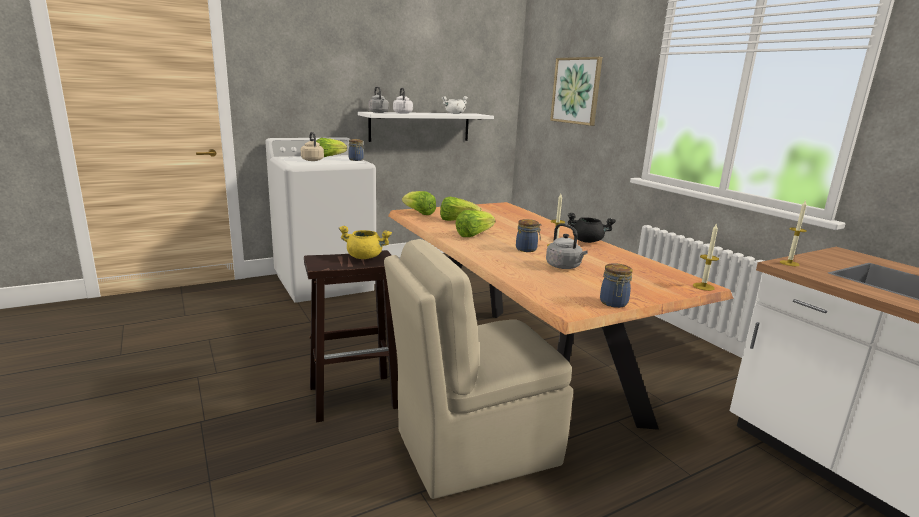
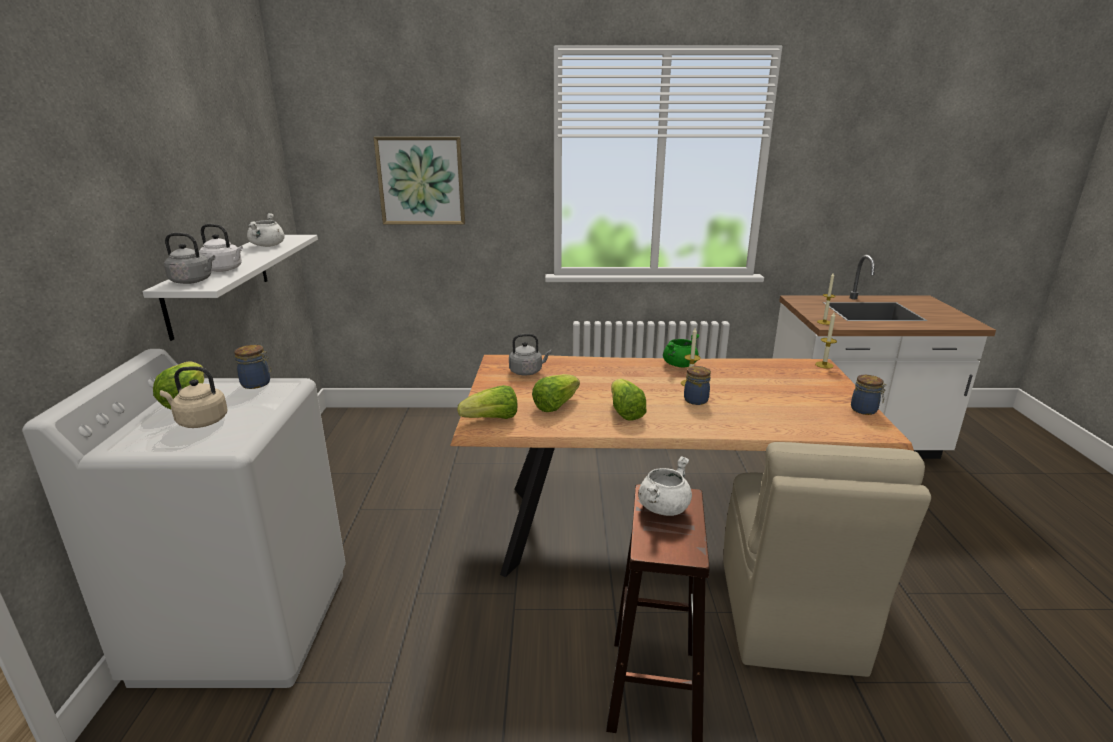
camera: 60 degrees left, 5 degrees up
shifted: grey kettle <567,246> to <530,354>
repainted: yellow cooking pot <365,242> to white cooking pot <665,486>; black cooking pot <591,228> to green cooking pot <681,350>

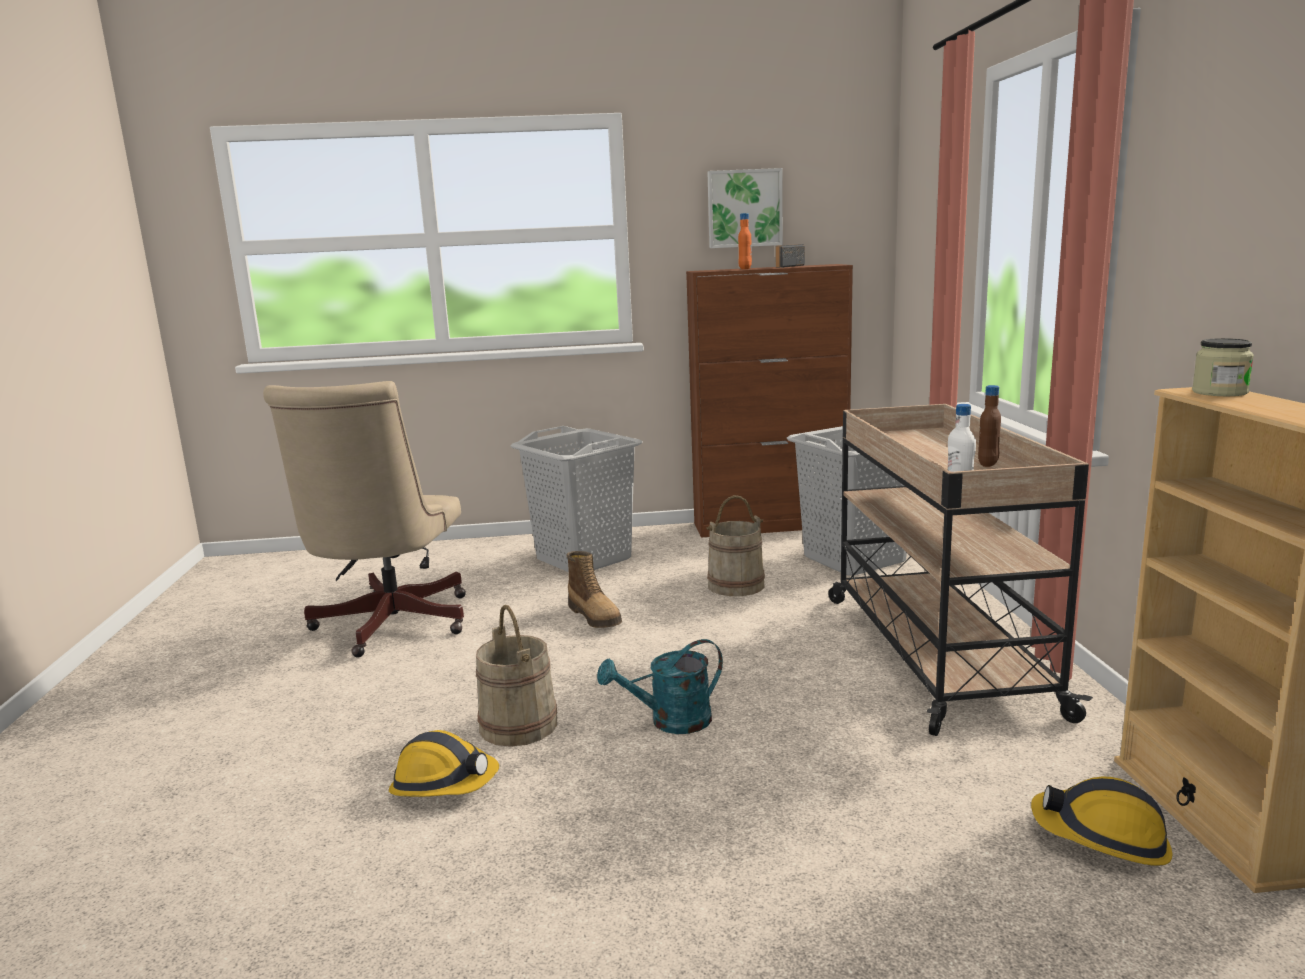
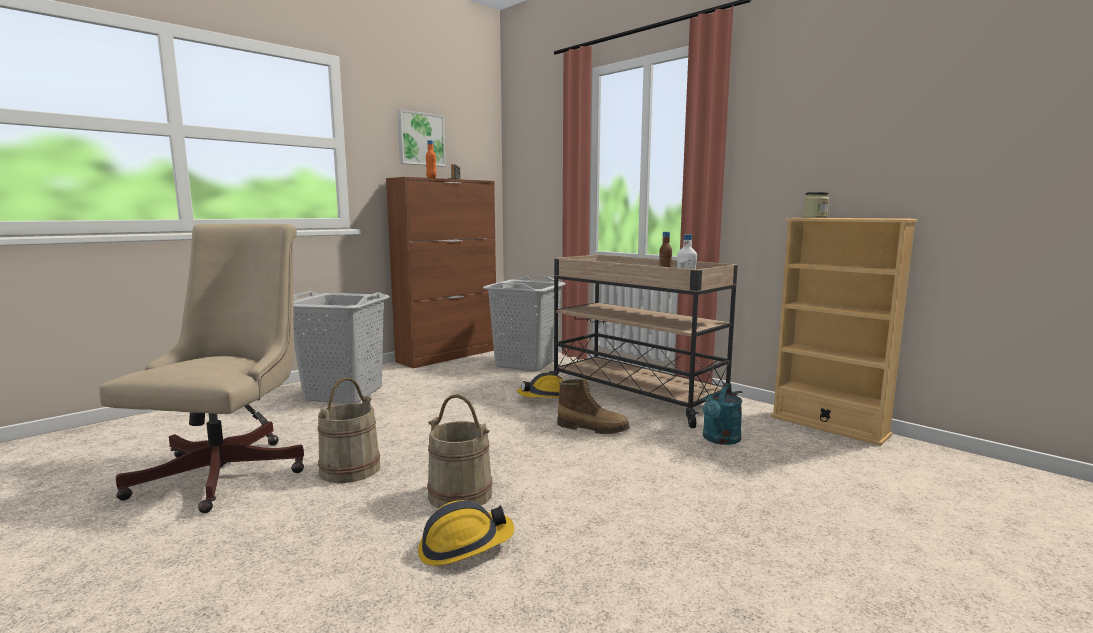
camera: 40 degrees left, 5 degrees down
shifted: boot <594,589> to <593,406>; turquoise watering can <660,686> to <723,414>; beige bucket <735,545> to <349,430>; hard hat <1102,821> to <540,385>
rotated: beige office chair <364,519> = <201,368> 135 degrees counterclockwise

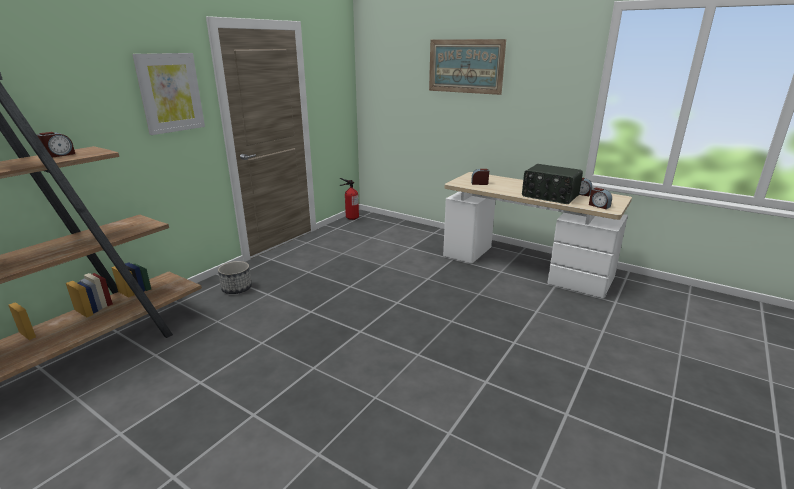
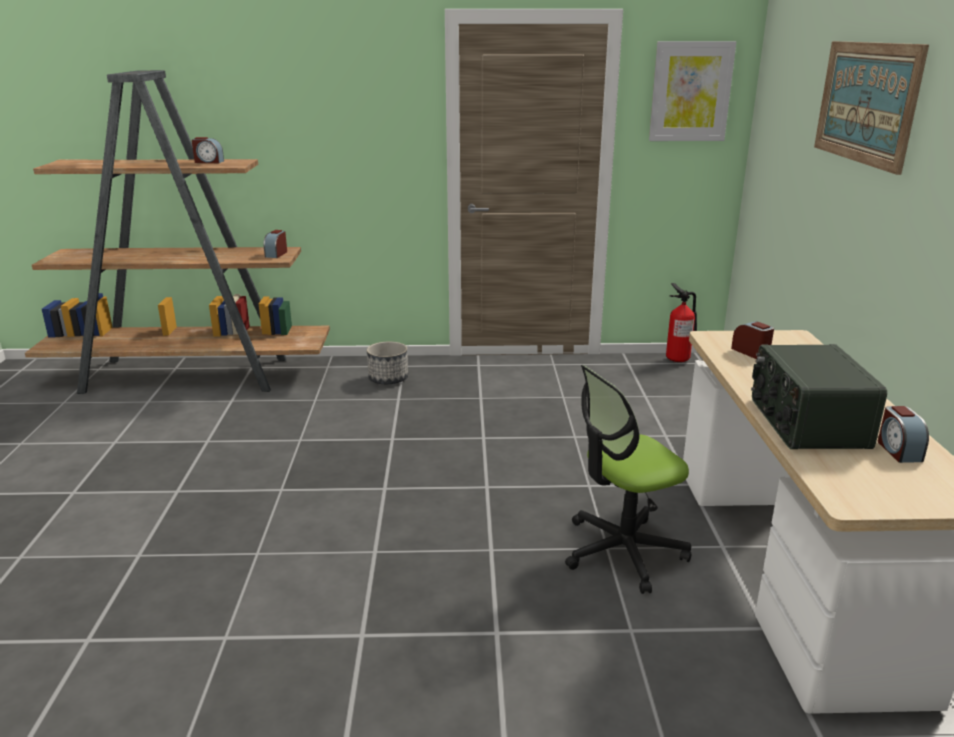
camera: 55 degrees right, 0 degrees up
new: office chair <628,479>
shifted: picture <168,94> to <692,91>; alarm clock <600,198> to <275,244>

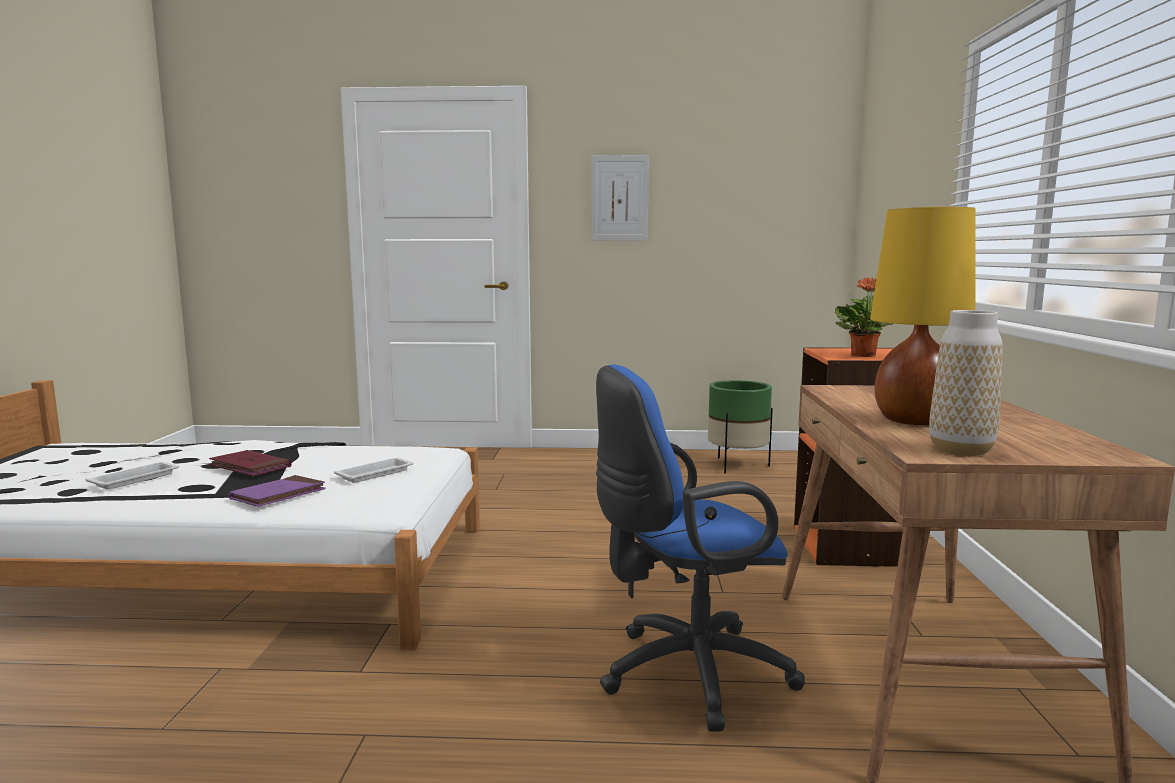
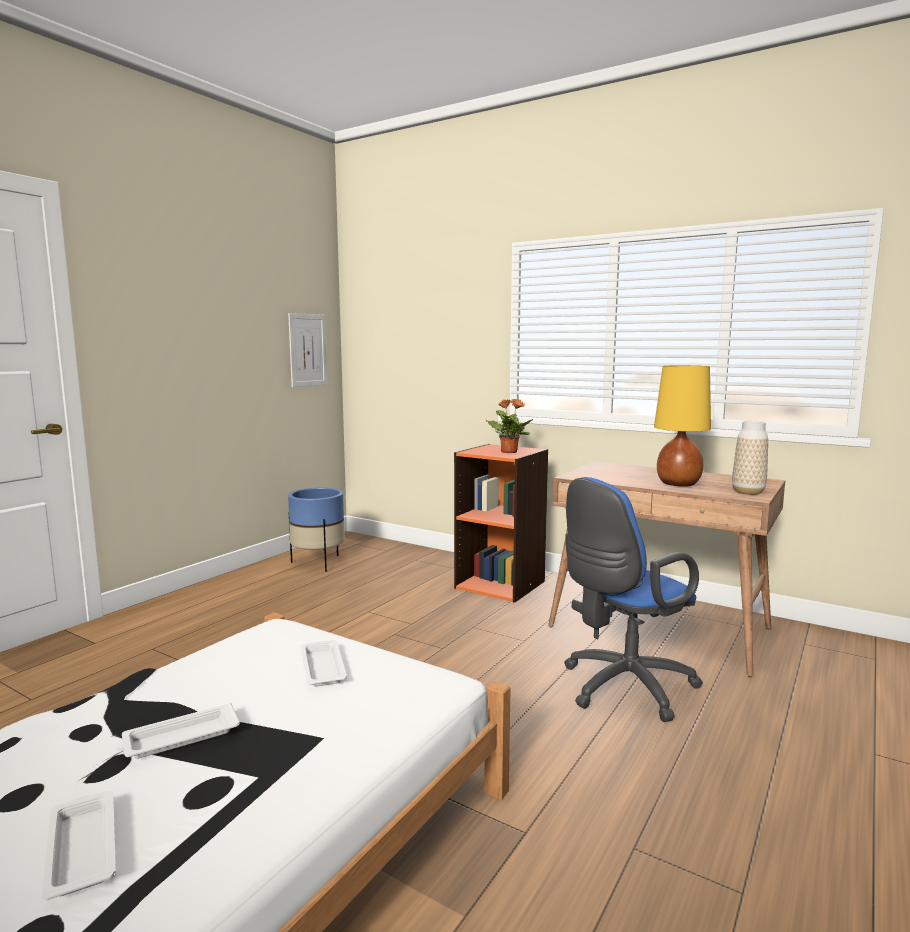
camera: 60 degrees left, 0 degrees up
gone: purple book <277,491>
shifted: picture <620,198> to <307,350>
swapped: red book <250,463> to white tray <178,730>
repainted: green planter <740,426> to blue planter <316,530>
rotated: blue office chair <700,548> = <633,599> 45 degrees clockwise

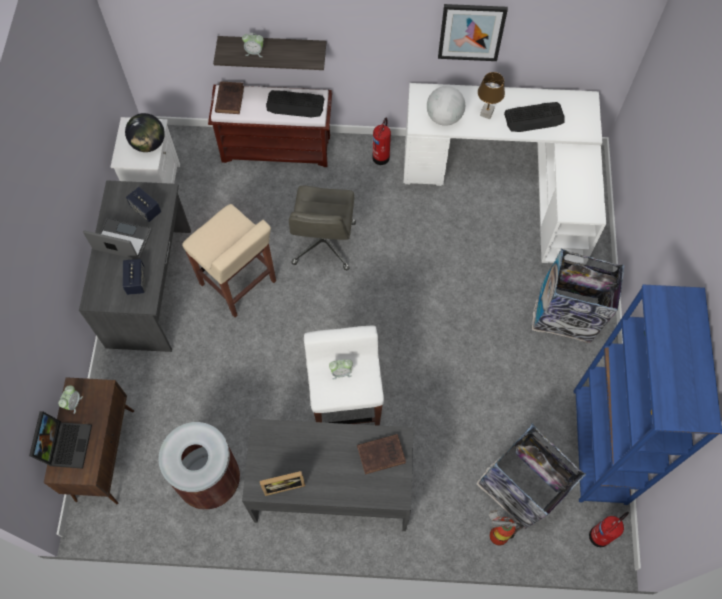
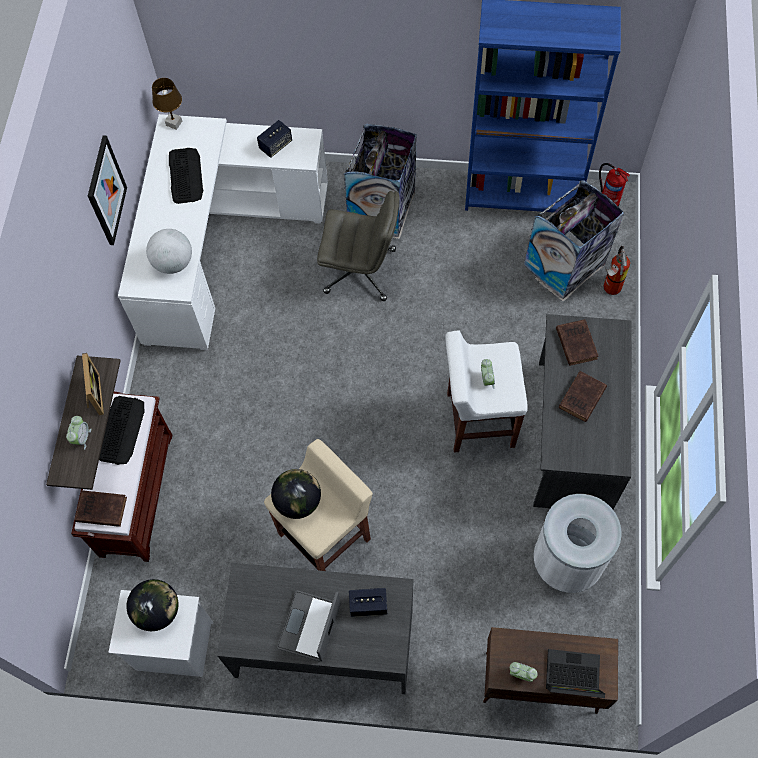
camera: 85 degrees left, 0 degrees up
gone: fire extinguisher <381,141>
new: globe <296,494>; brown book <582,396>
shifted: speaker <143,204> to <274,139>; picture frame <282,483> to <93,384>; grey office chair <322,228> to <358,246>; brown table lamp <491,95> to <167,104>
repainted: brown trash can <199,466> to white trash can <578,543>

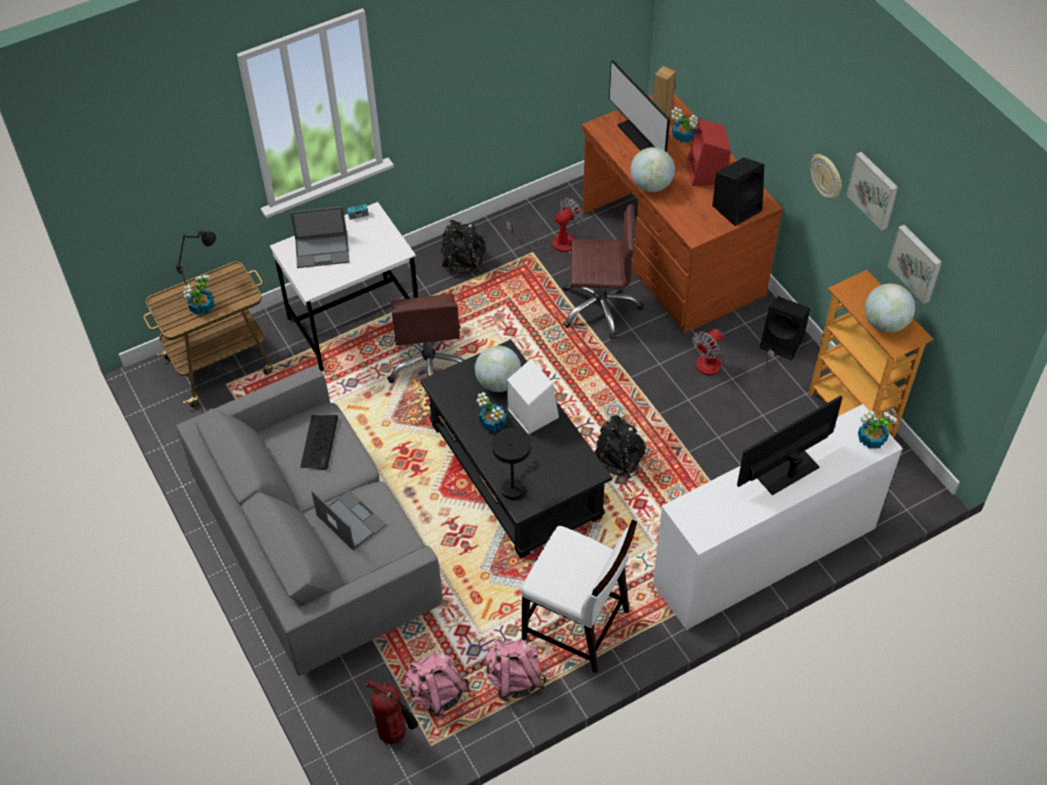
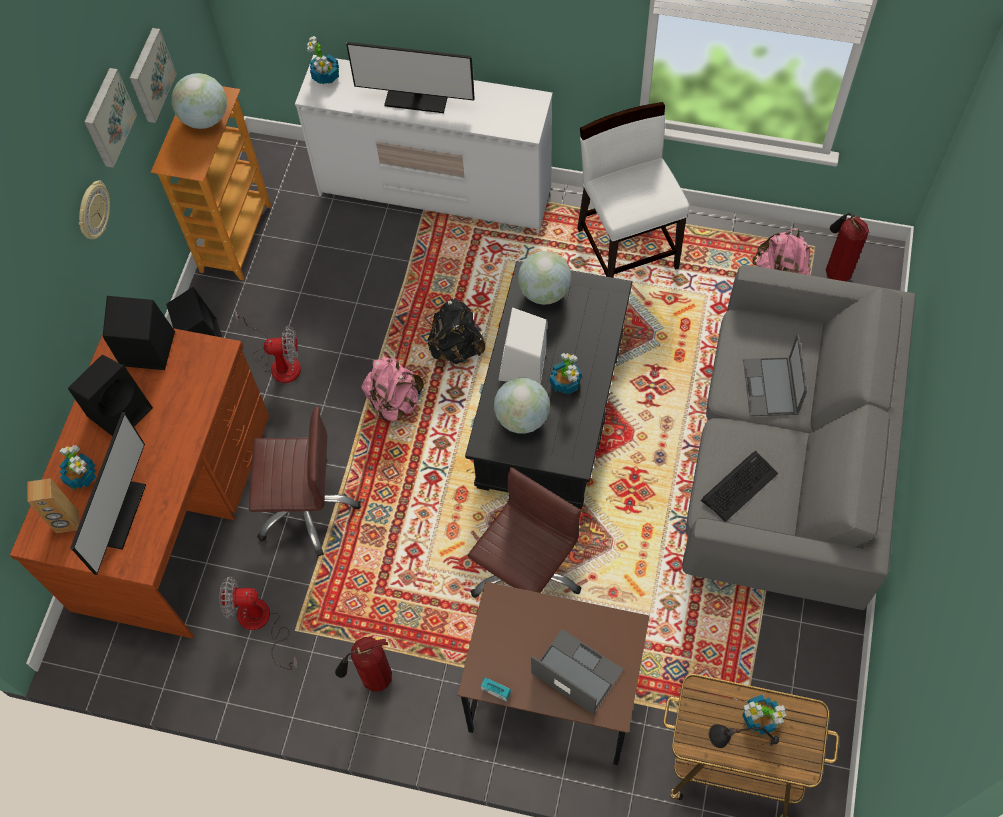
camera: 135 degrees left, 10 degrees up
gone: black table lamp <515,464>
shifted: pink backpack <515,668> to <392,389>; globe <652,169> to <544,278>
swapped: black backpack <463,246> to fire extinguisher <363,664>
repainted: white desk <344,286> to brown desk <553,673>; red speaker <709,152> to black speaker <110,395>
rotated: brown office chair <603,272> = <305,481> 135 degrees clockwise

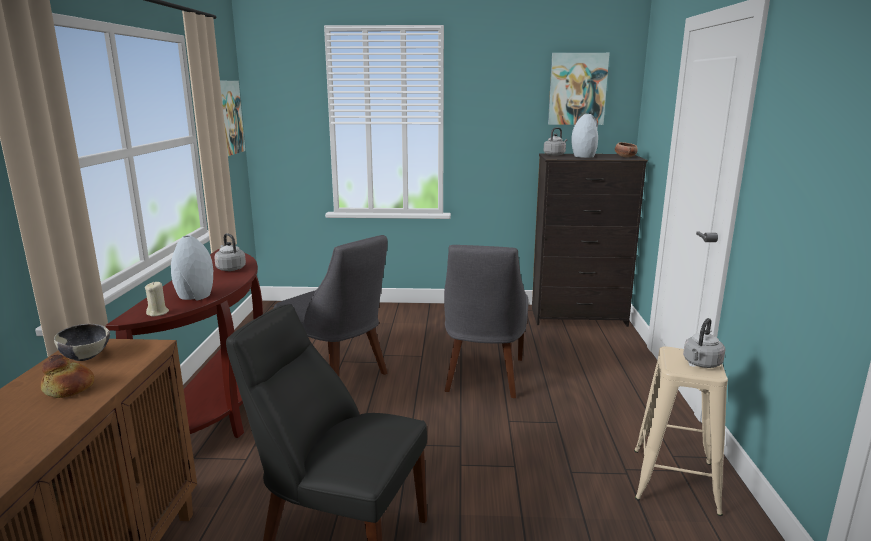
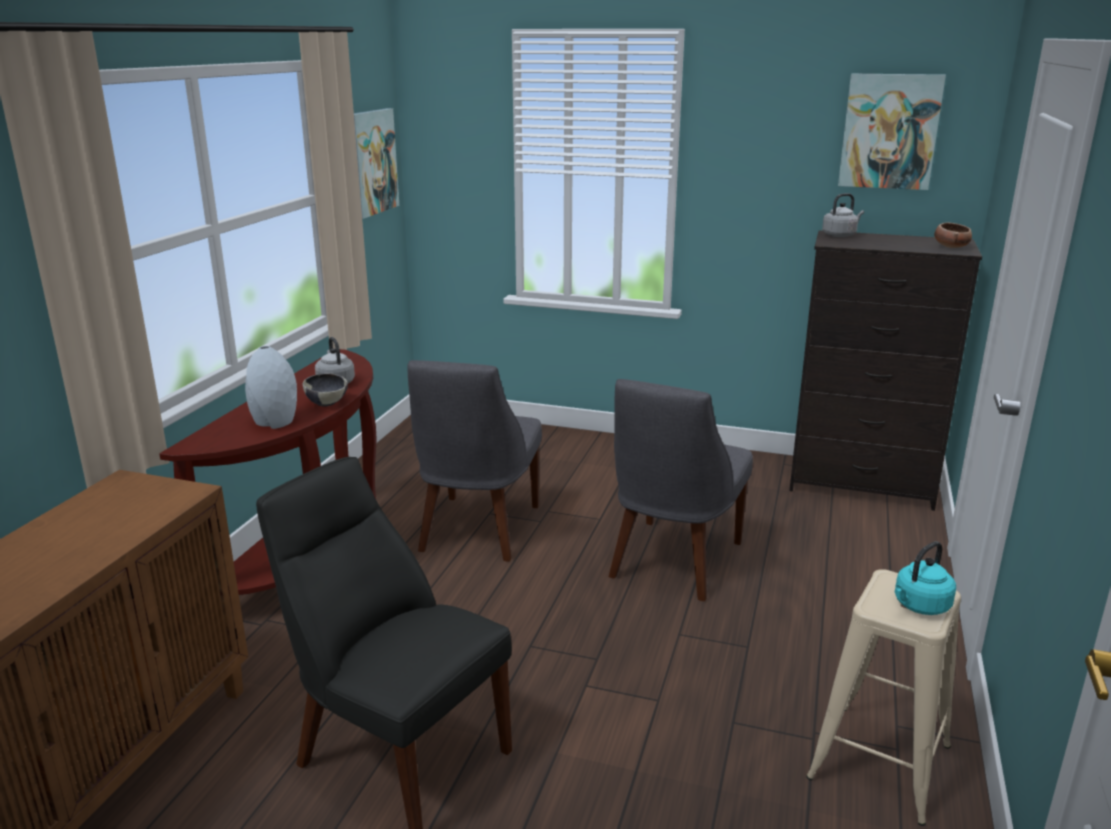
camera: 15 degrees right, 5 degrees up
gone: bread <67,376>; beige candle <157,299>; grey vase <585,136>
shifted: bowl <82,342> to <325,390>
repainted: grey kettle <704,343> to turquoise kettle <925,578>
rotated: grey chair <331,305> = <474,461> 45 degrees clockwise

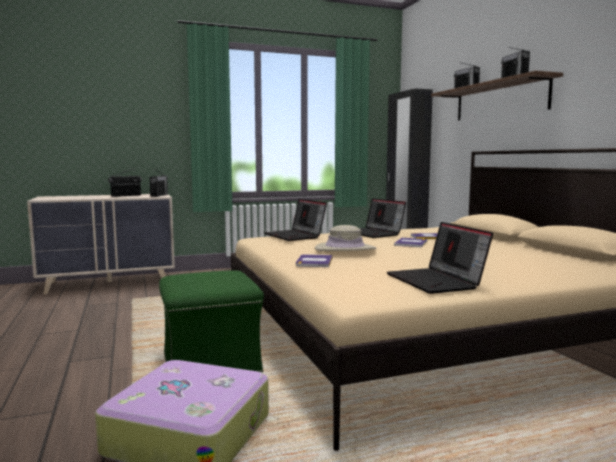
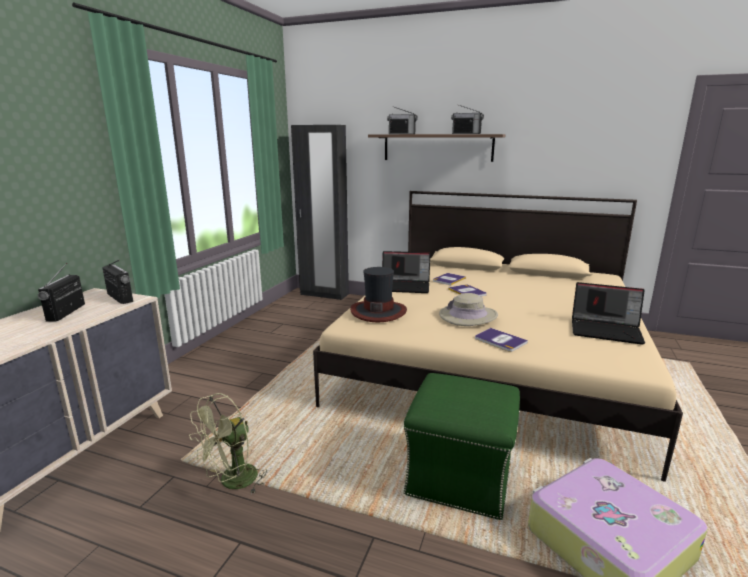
camera: 50 degrees left, 10 degrees up
new: green fan <228,444>
swapped: laptop <295,220> to hat <378,294>

